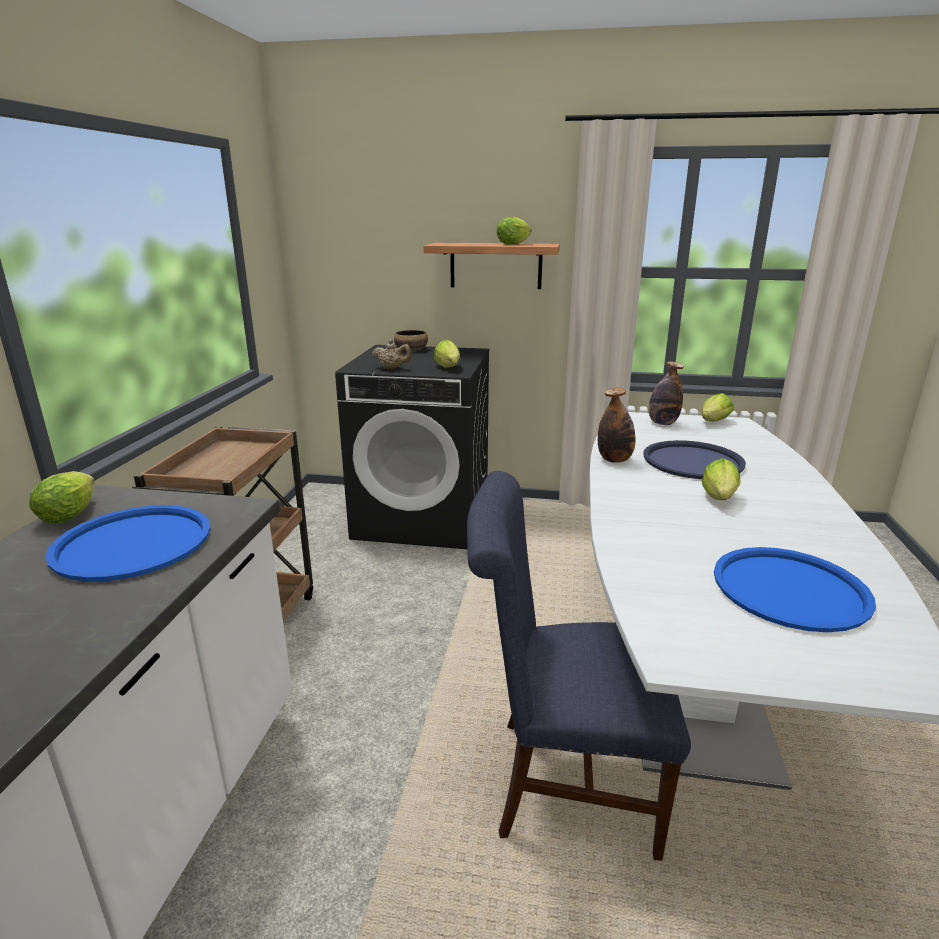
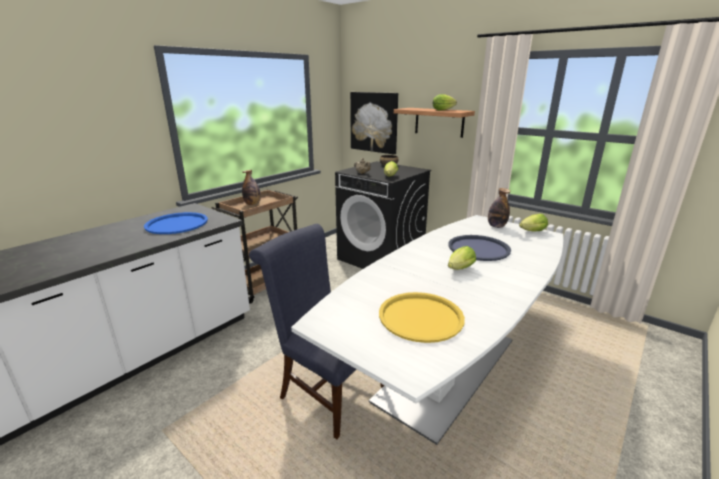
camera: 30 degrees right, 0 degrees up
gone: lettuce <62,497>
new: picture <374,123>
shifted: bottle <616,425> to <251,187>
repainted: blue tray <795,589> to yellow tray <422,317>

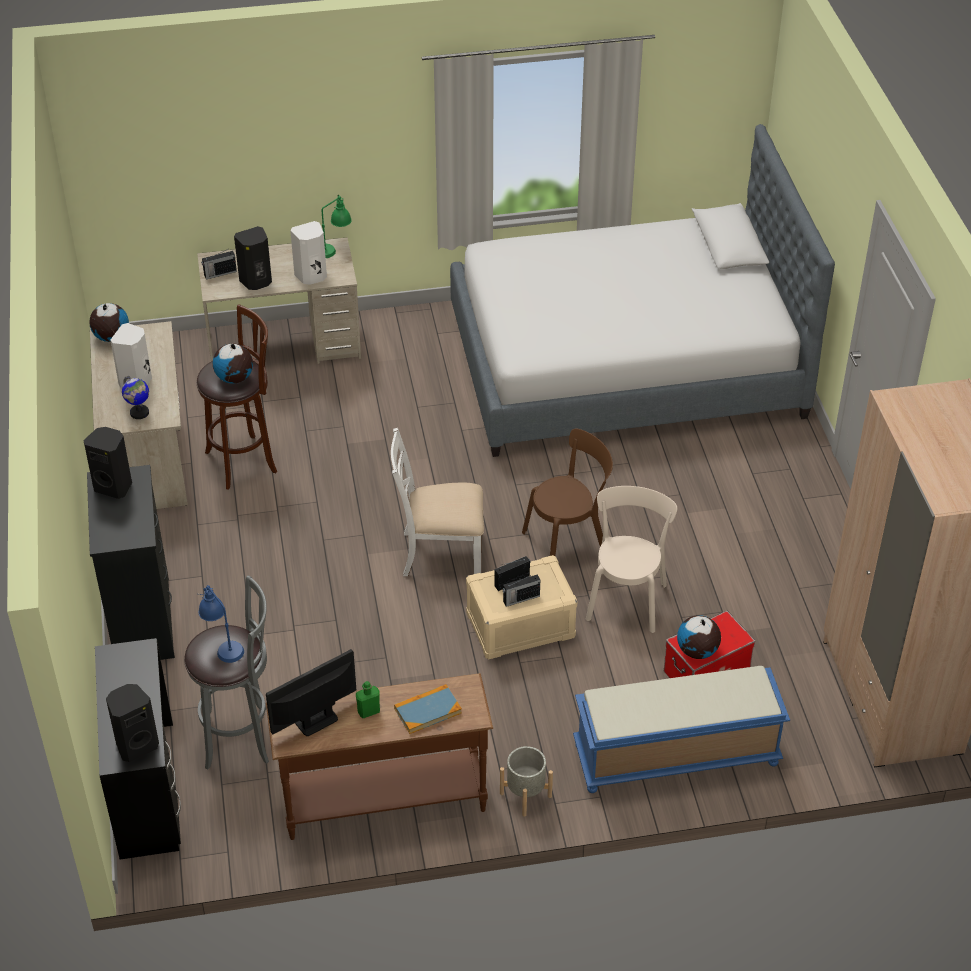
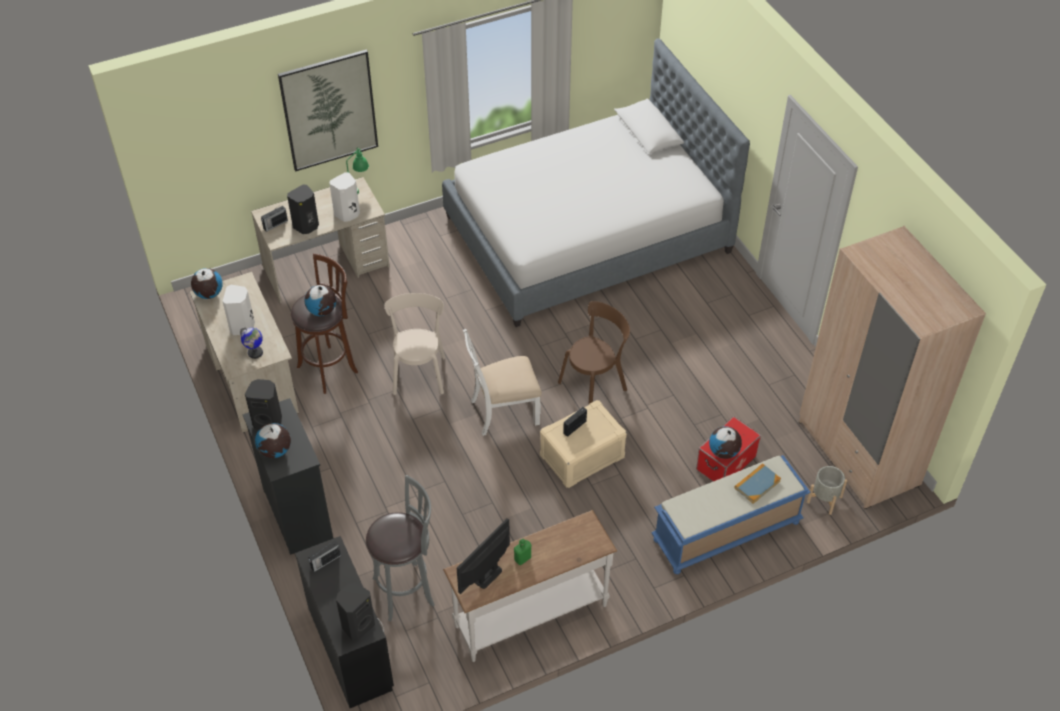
camera: 15 degrees left, 5 degrees up
gone: blue table lamp <221,624>
new: globe <273,440>; picture <328,111>
shifted: book <428,709> to <758,483>; grey planter <526,781> to <827,490>; radio <521,591> to <324,556>; beige chair <631,559> to <414,344>
repainted: brown console table <379,756> to white console table <530,586>

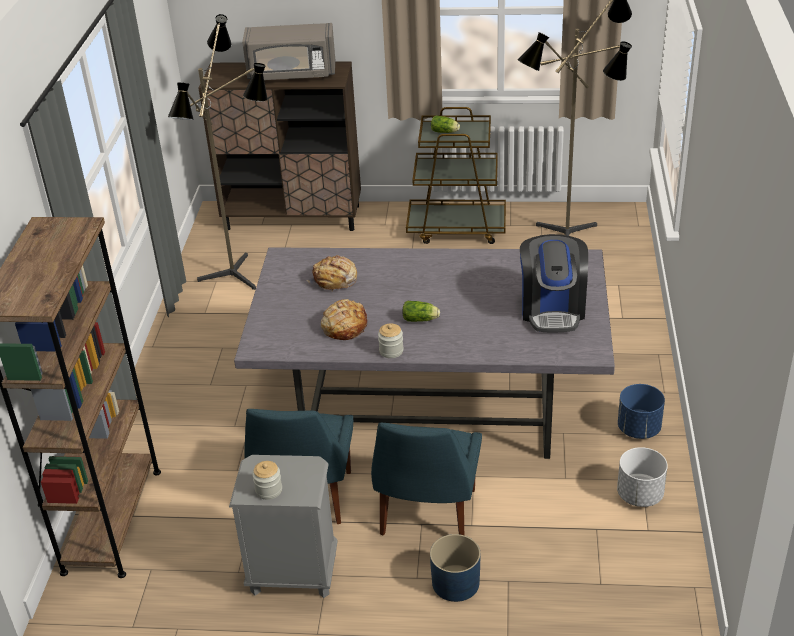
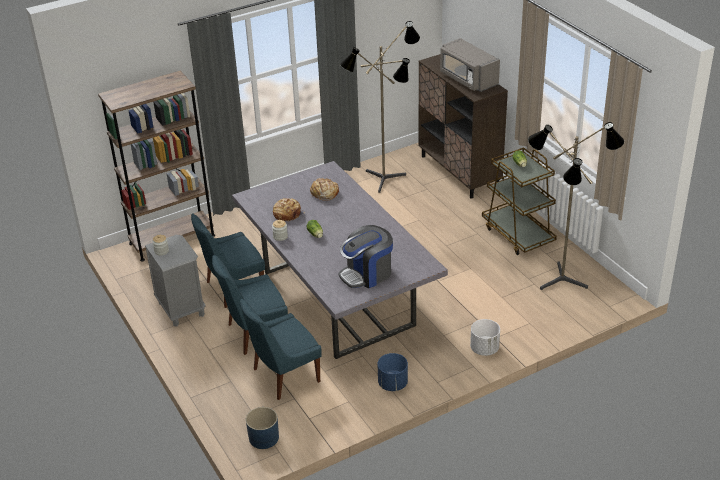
camera: 55 degrees right, 0 degrees up
new: blue chair <281,349>
shifted: blue planter <455,568> to <262,428>; white planter <642,477> to <485,337>

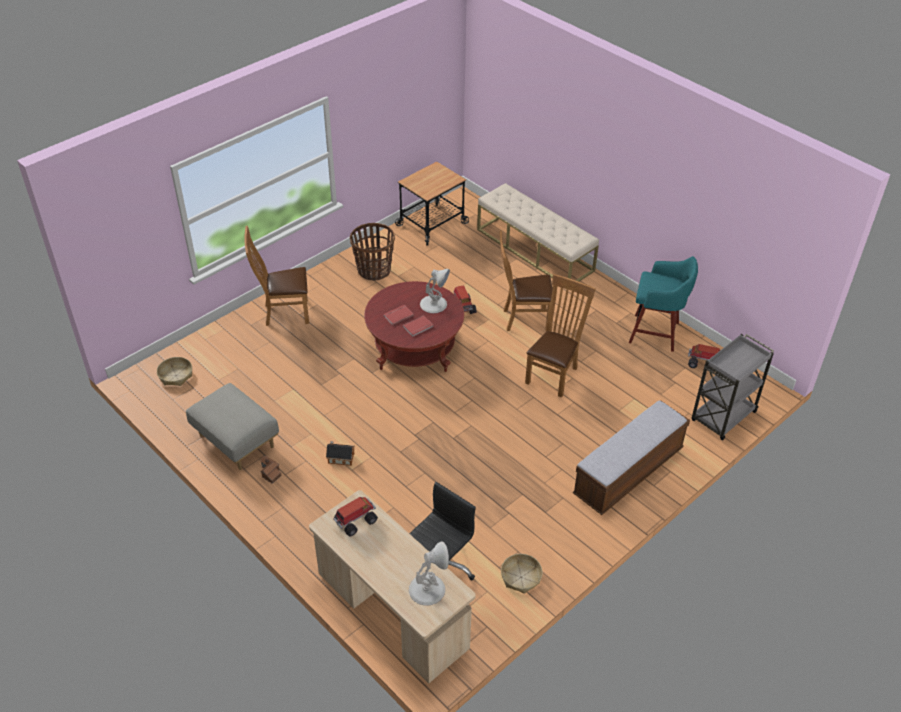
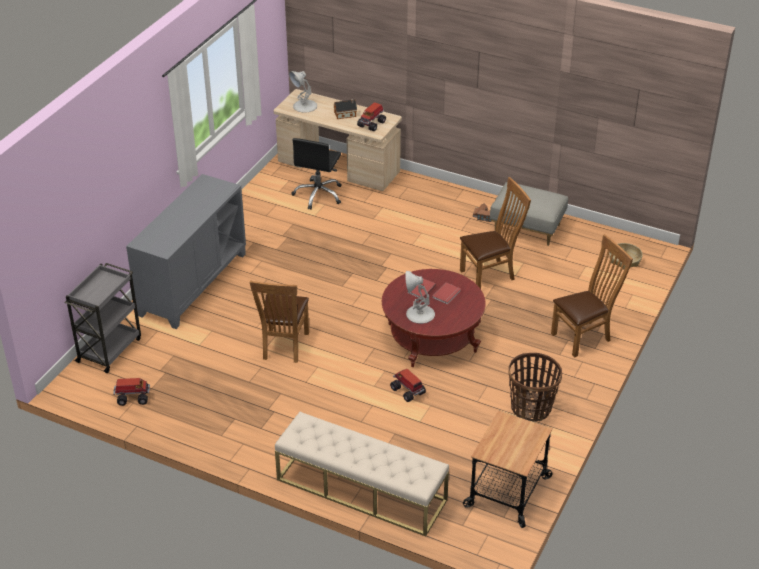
camera: 160 degrees right, 5 degrees down
gone: basket <522,574>; turquoise stool <663,304>
shifted: toy house <340,453> to <345,109>; brown chair <526,281> to <495,233>
swapped: bench <631,457> to grey cabinet <186,251>

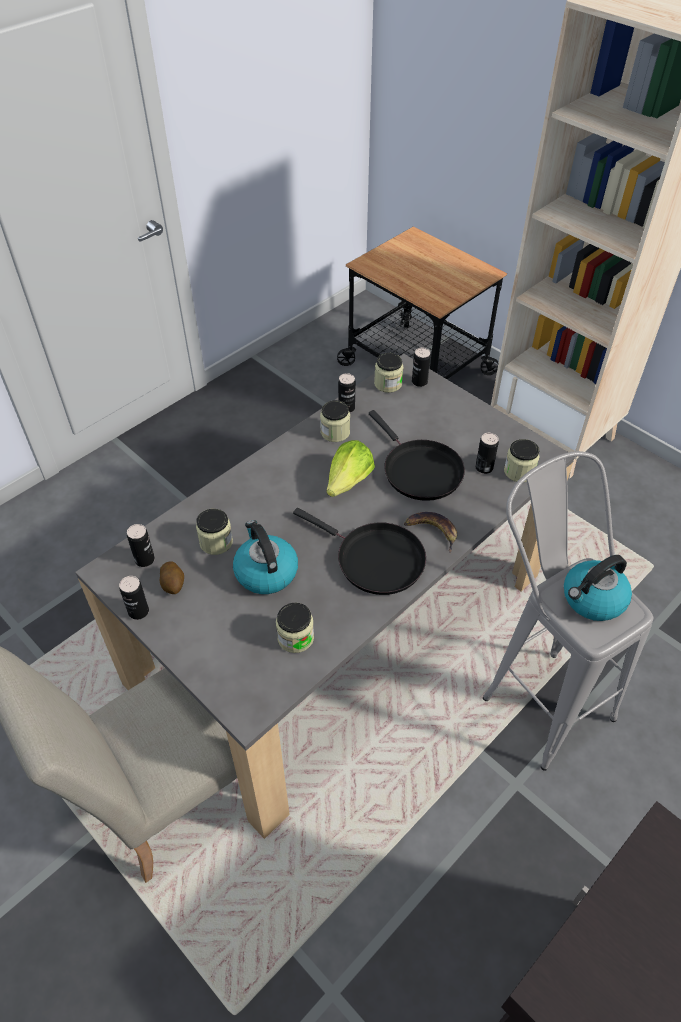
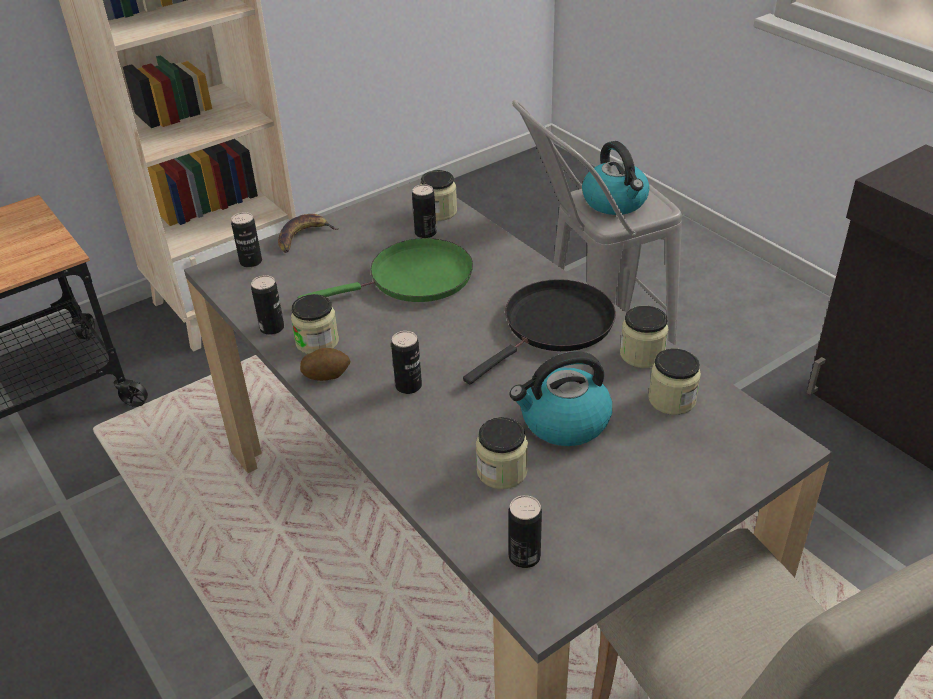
camera: 80 degrees left, 10 degrees down
gone: lettuce <350,468>
shifted: can <134,598> to <406,362>; potato <172,577> to <325,364>; jar <388,373> to <644,337>; banana <430,532> to <308,233>
repainted: black frying pan <417,455> to green frying pan <385,270>

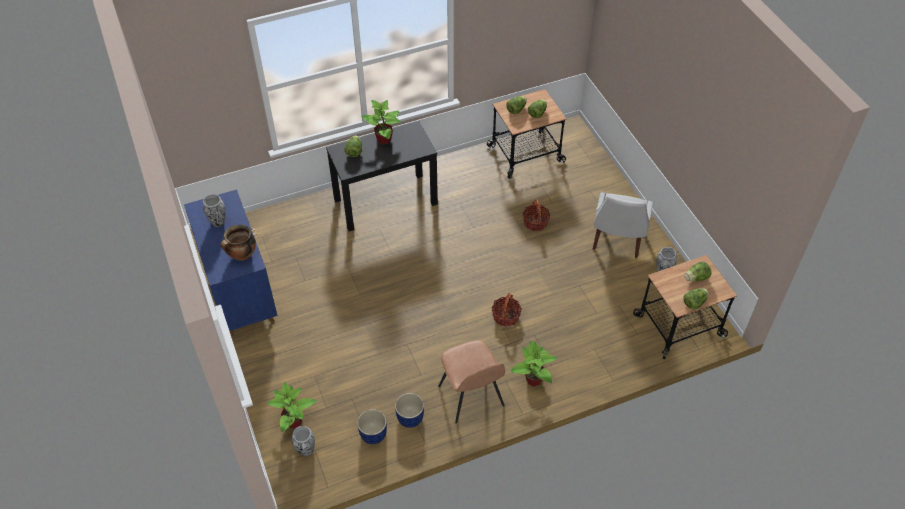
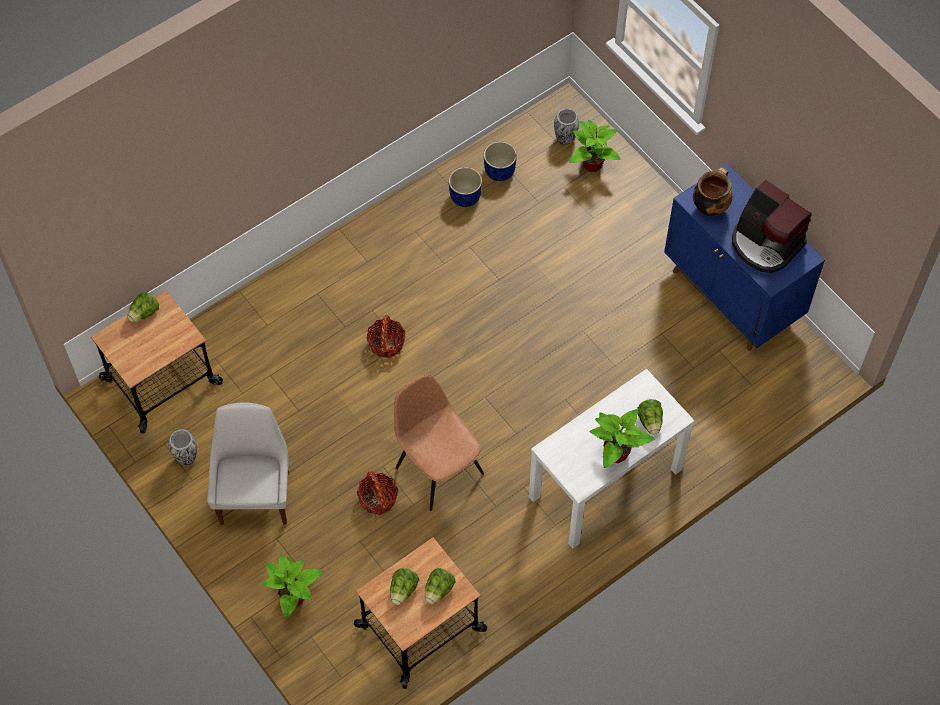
camera: 165 degrees right, 10 degrees up
gone: lettuce <698,271>
shifted: brown chair <471,382> to <439,442>; potted plant <533,363> to <292,586>
swapped: vase <214,210> to coffee machine <772,226>
repainted: black console table <382,176> to white console table <612,459>

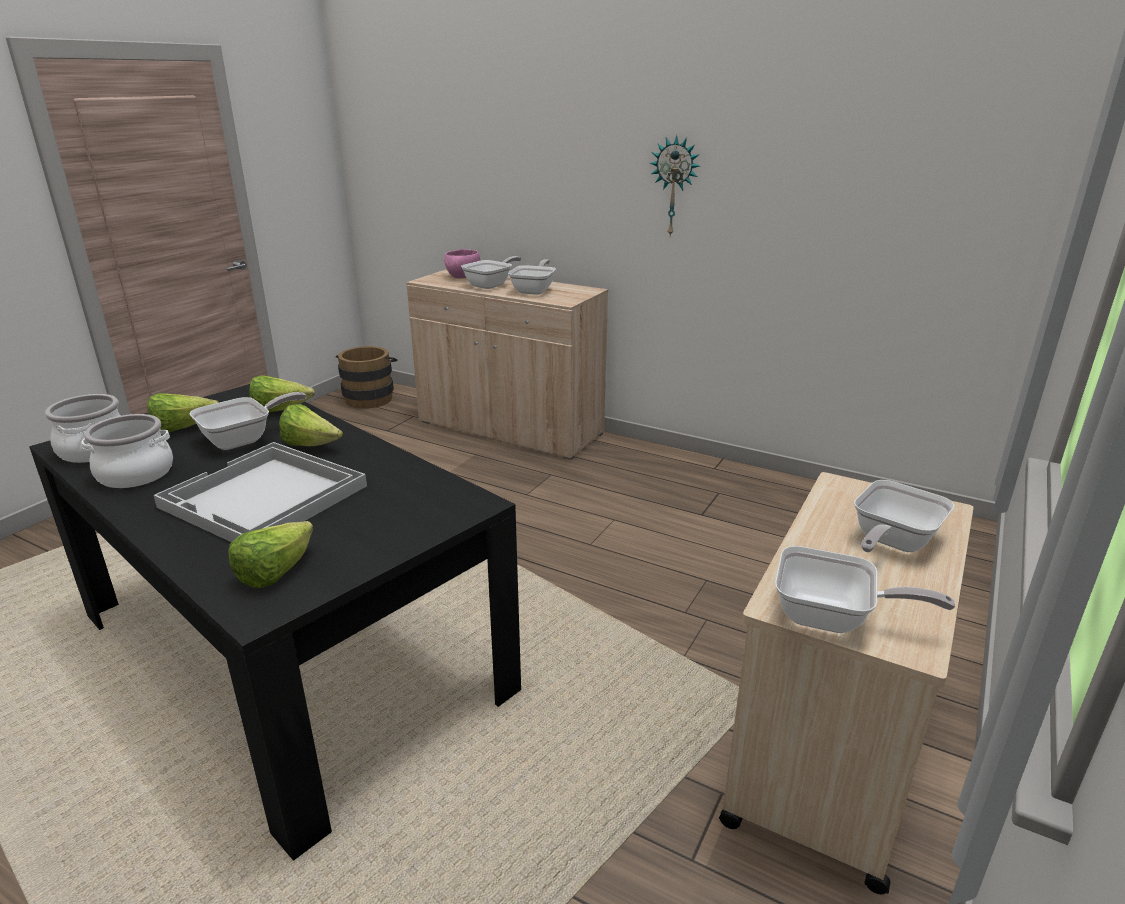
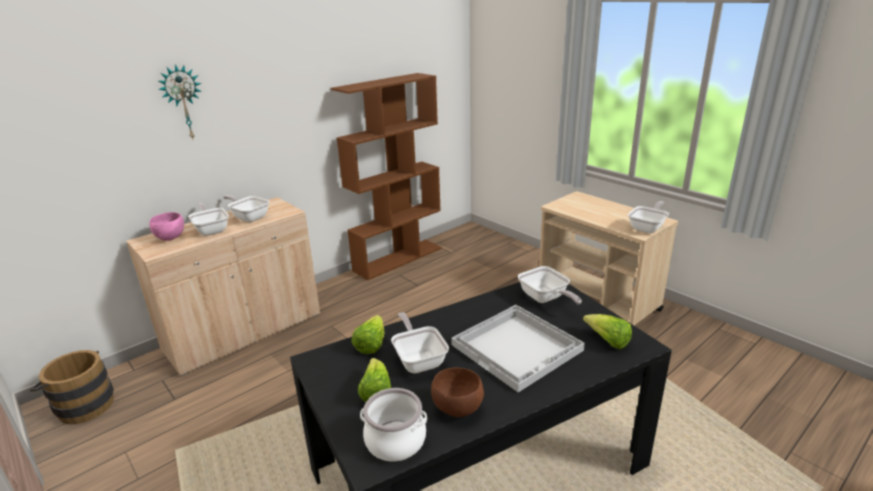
camera: 70 degrees left, 0 degrees up
gone: lettuce <311,425>
new: brown bookcase <386,176>
shifted: wall clock <675,186> to <180,101>; frying pan <904,516> to <550,285>
swapped: cooking pot <127,451> to brown bowl <457,392>

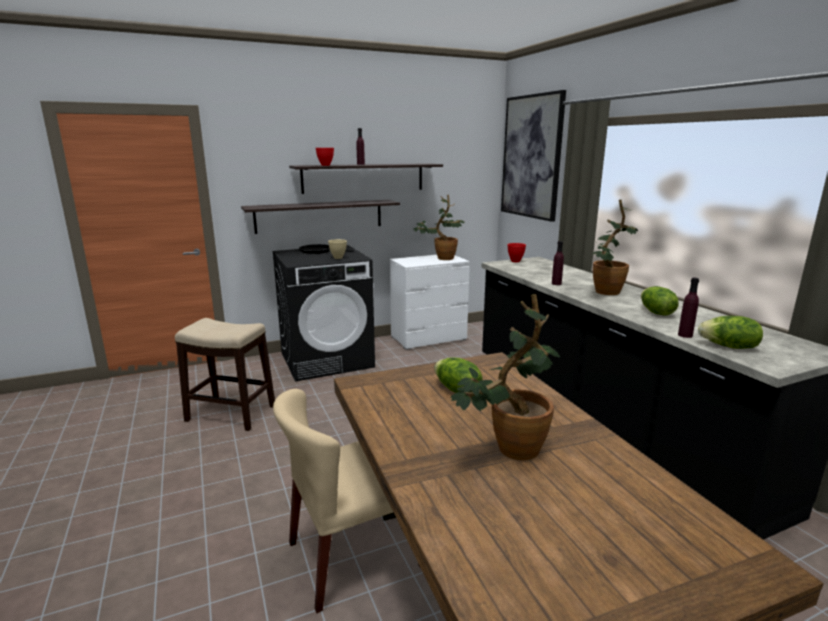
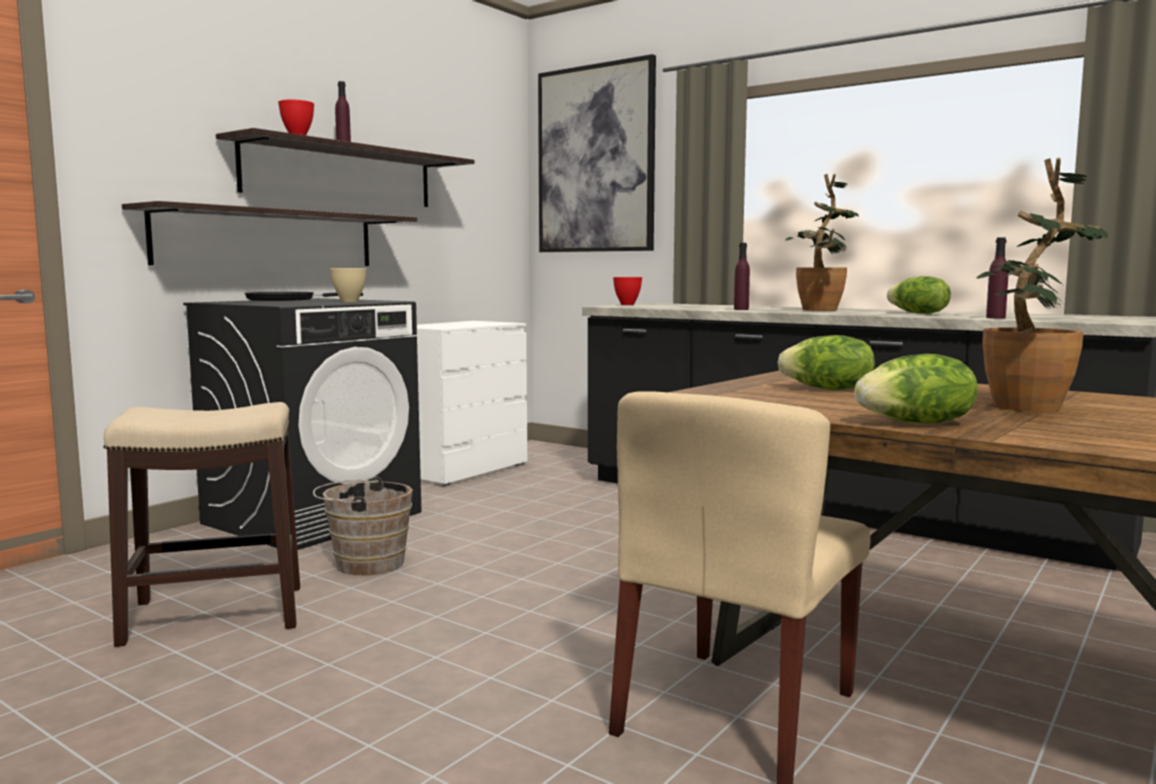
camera: 30 degrees left, 10 degrees down
gone: potted plant <439,227>
new: brown bucket <363,526>
shifted: lettuce <730,332> to <916,389>

